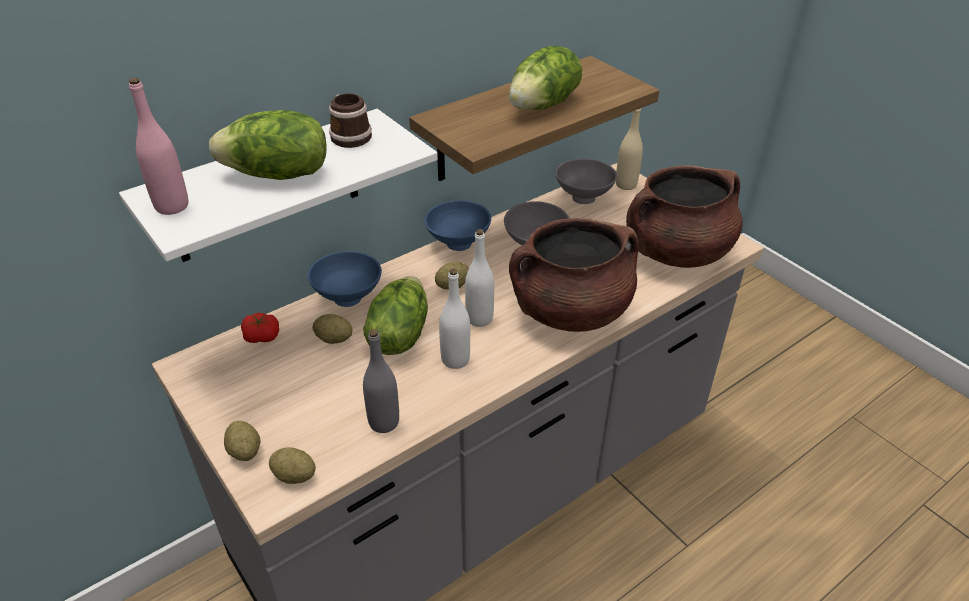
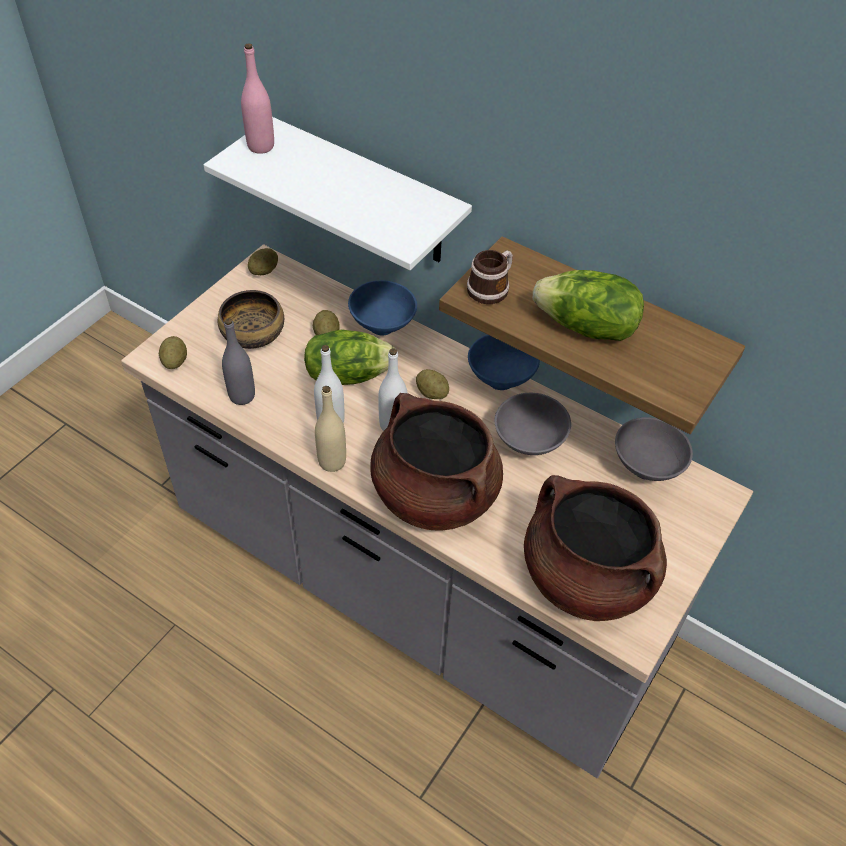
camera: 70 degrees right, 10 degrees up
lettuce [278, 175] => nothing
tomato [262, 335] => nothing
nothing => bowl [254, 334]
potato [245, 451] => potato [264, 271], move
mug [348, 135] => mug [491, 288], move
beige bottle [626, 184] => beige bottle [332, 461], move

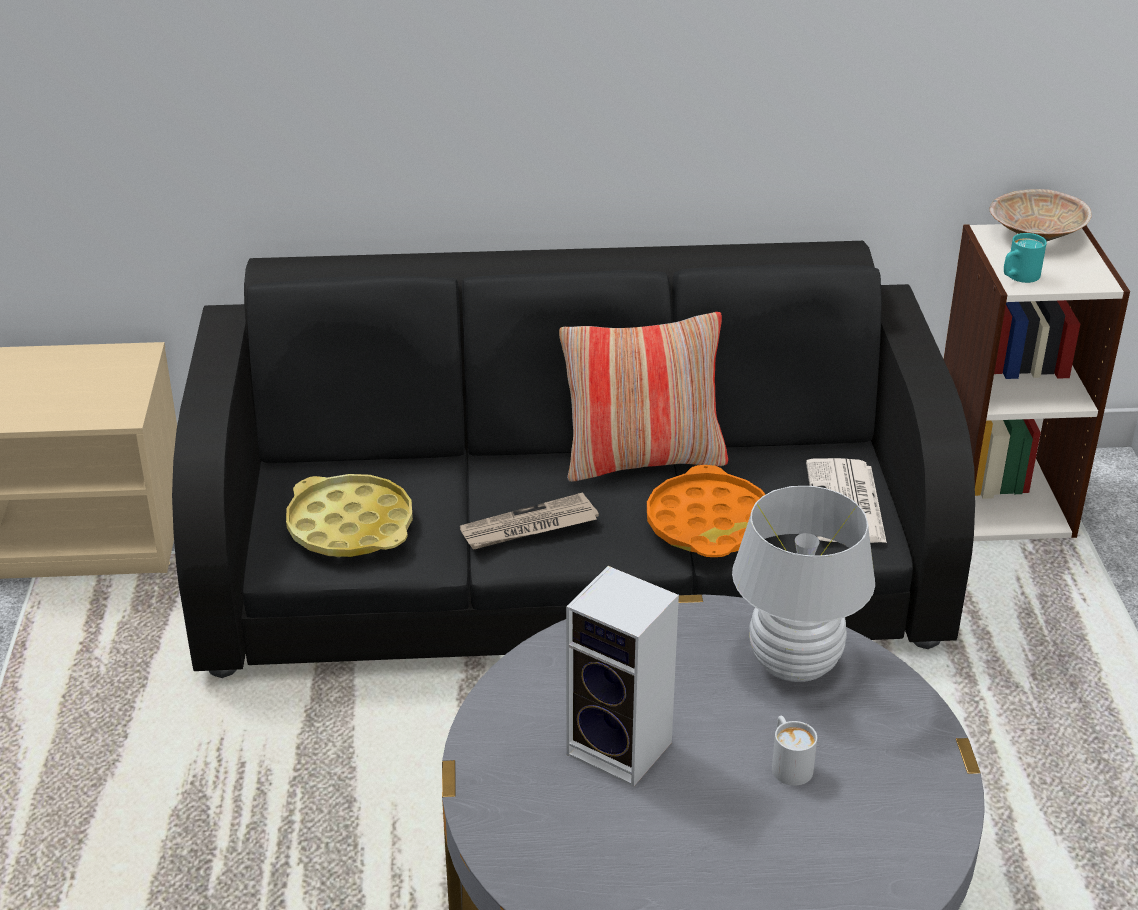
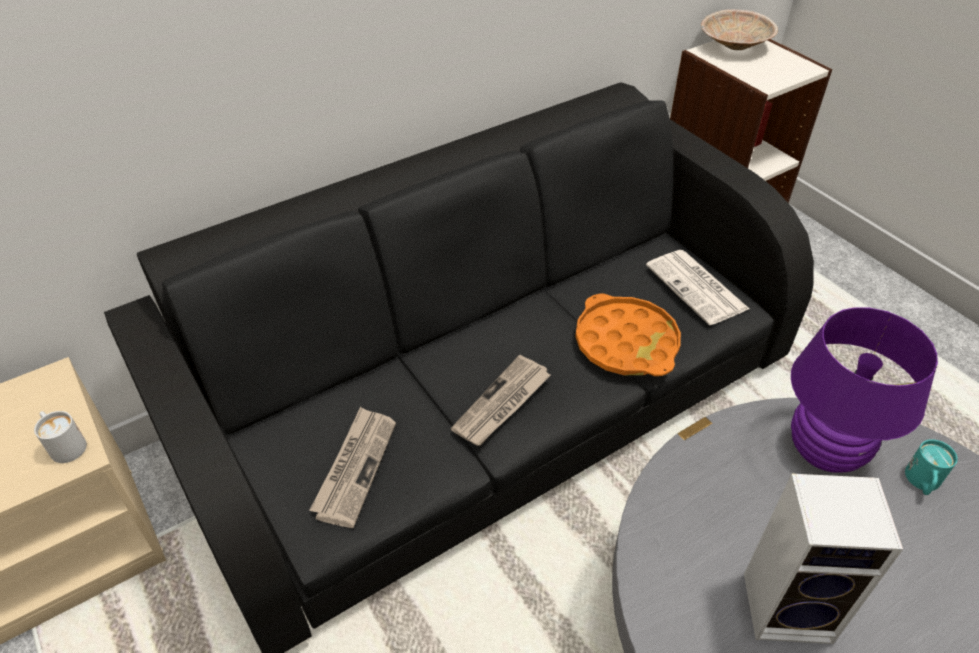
camera: 30 degrees left, 10 degrees up
pillow [643, 460] => nothing
white mug [788, 764] => white mug [65, 444], move
turquoise mug [1018, 277] => turquoise mug [922, 483], move
yellow tray [350, 526] => newspaper [355, 467]
white table lamp [794, 664] => purple table lamp [824, 451]

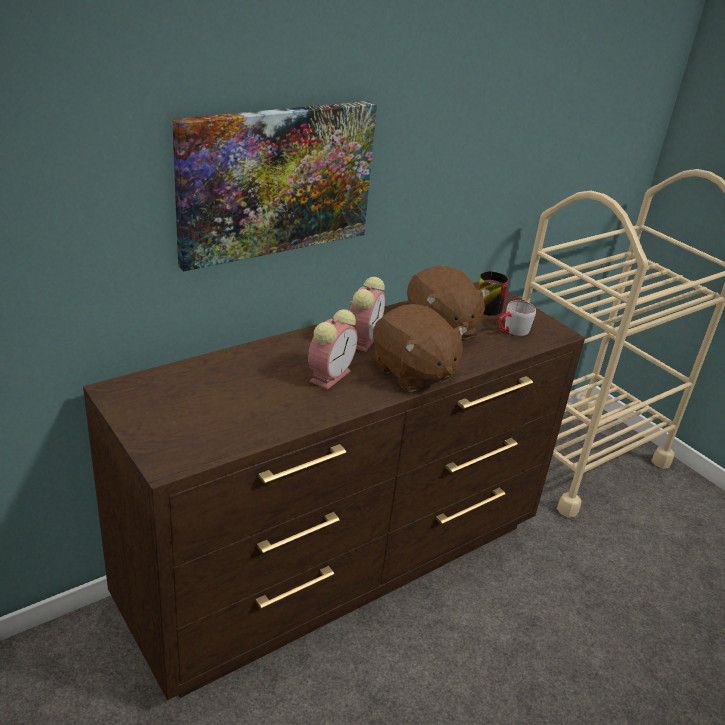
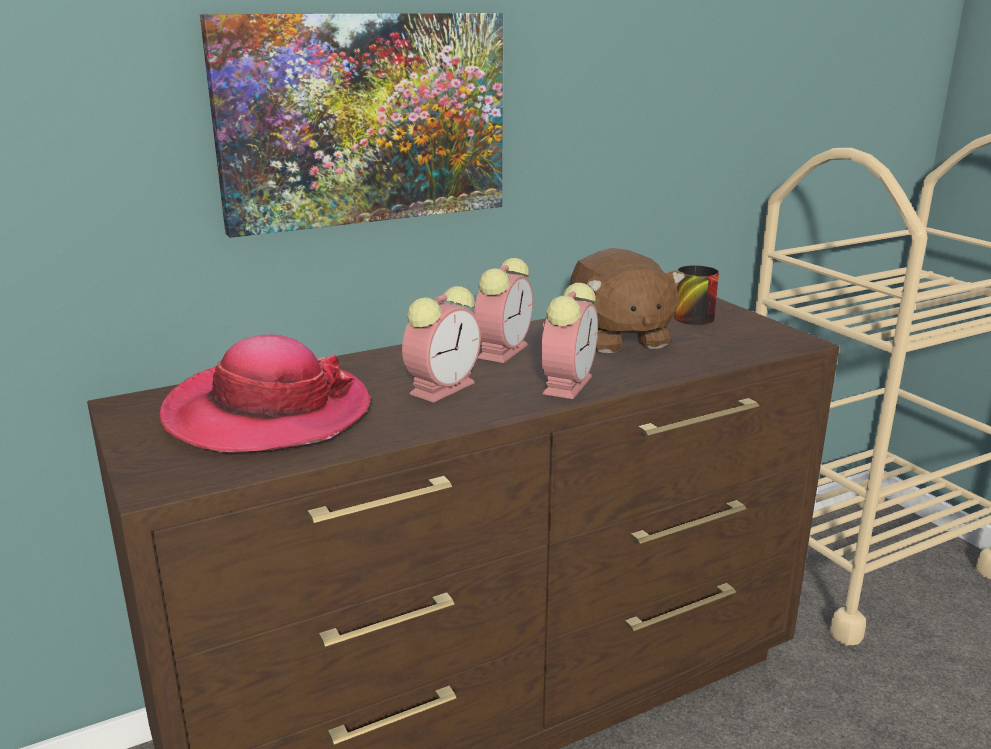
camera: 10 degrees right, 10 degrees down
grey mug [512, 331] => nothing
nothing => hat [268, 413]
brown plush toy [413, 372] => alarm clock [567, 384]

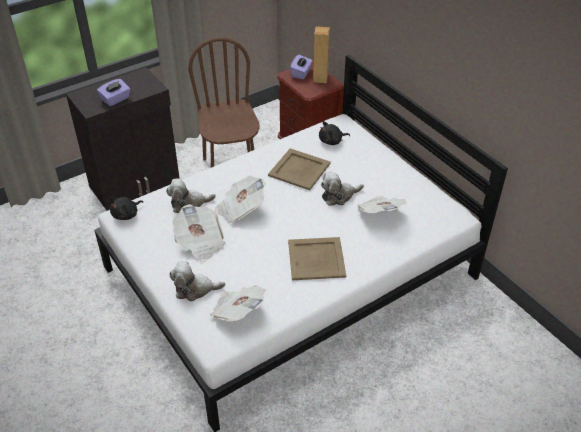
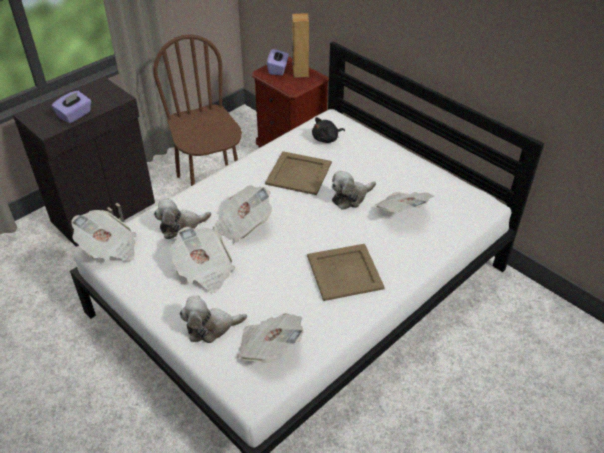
camera: 10 degrees left, 0 degrees up
black plush toy [126, 214] => newspaper [109, 248]

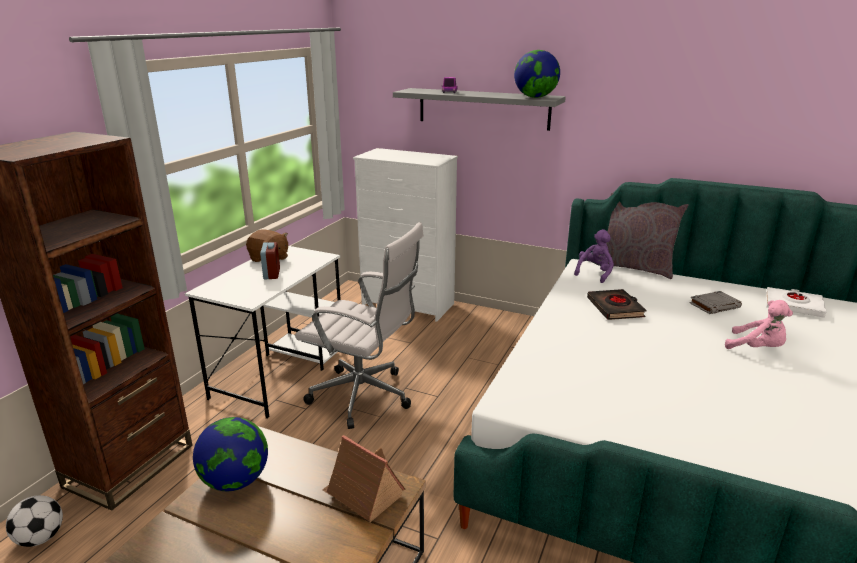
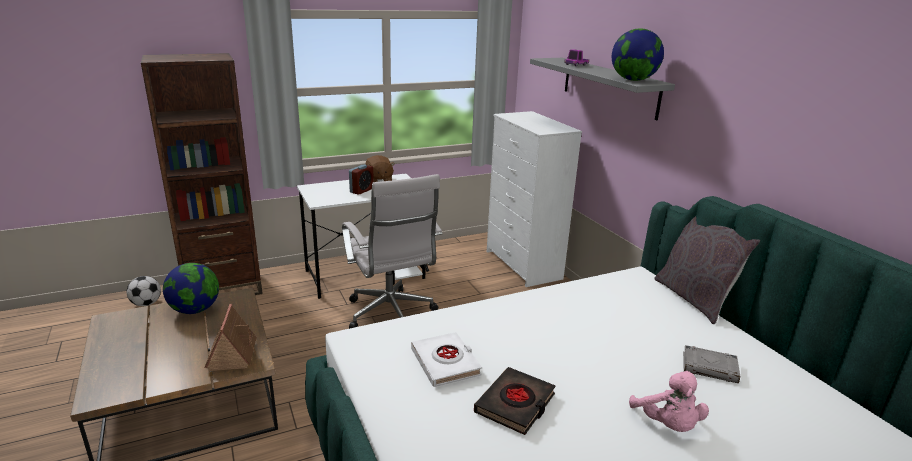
camera: 40 degrees right, 0 degrees up
purple plush toy [594, 273] => nothing
black book [615, 308] => black book [515, 404], move
white book [793, 306] => white book [446, 363], move

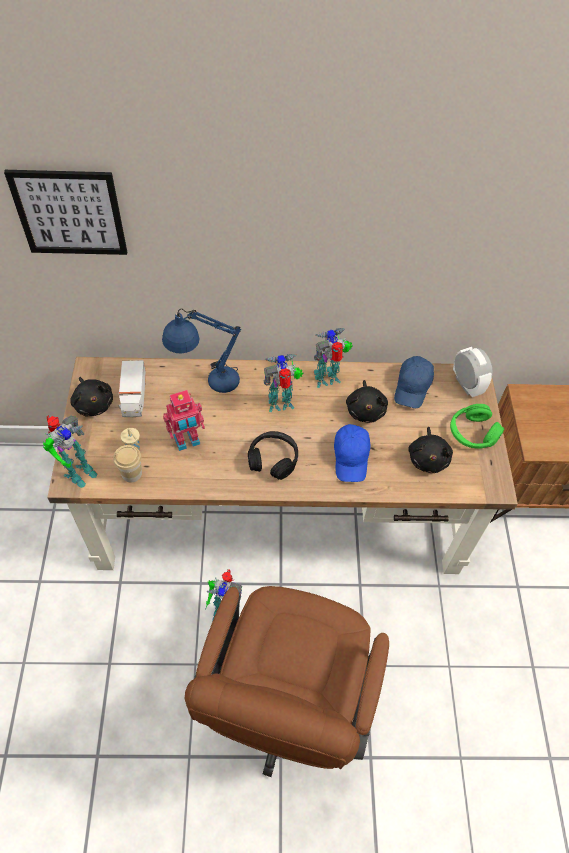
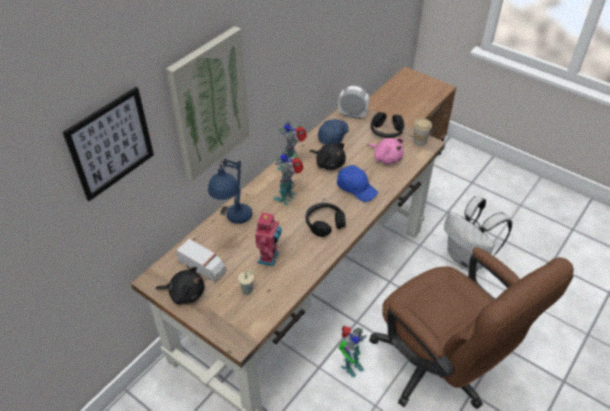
camera: 50 degrees left, 10 degrees down
toy robot [77, 472] => nothing
nothing => picture [209, 104]
nothing => white backpack [468, 259]
cup [131, 473] => cup [419, 141], move
black plush toy [428, 458] => pink plush toy [386, 158]
green headphones [472, 433] => black headphones [386, 131]
blue cap [412, 387] => blue cap [333, 136], 120 degrees counterclockwise

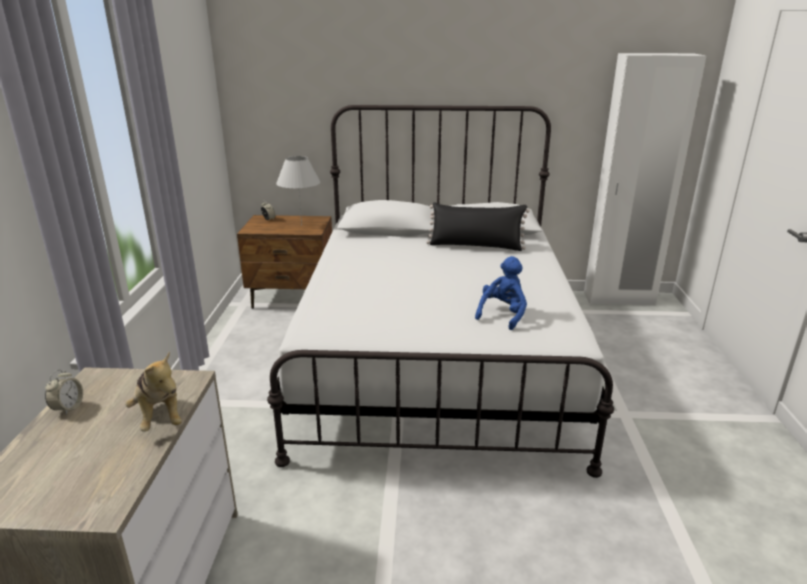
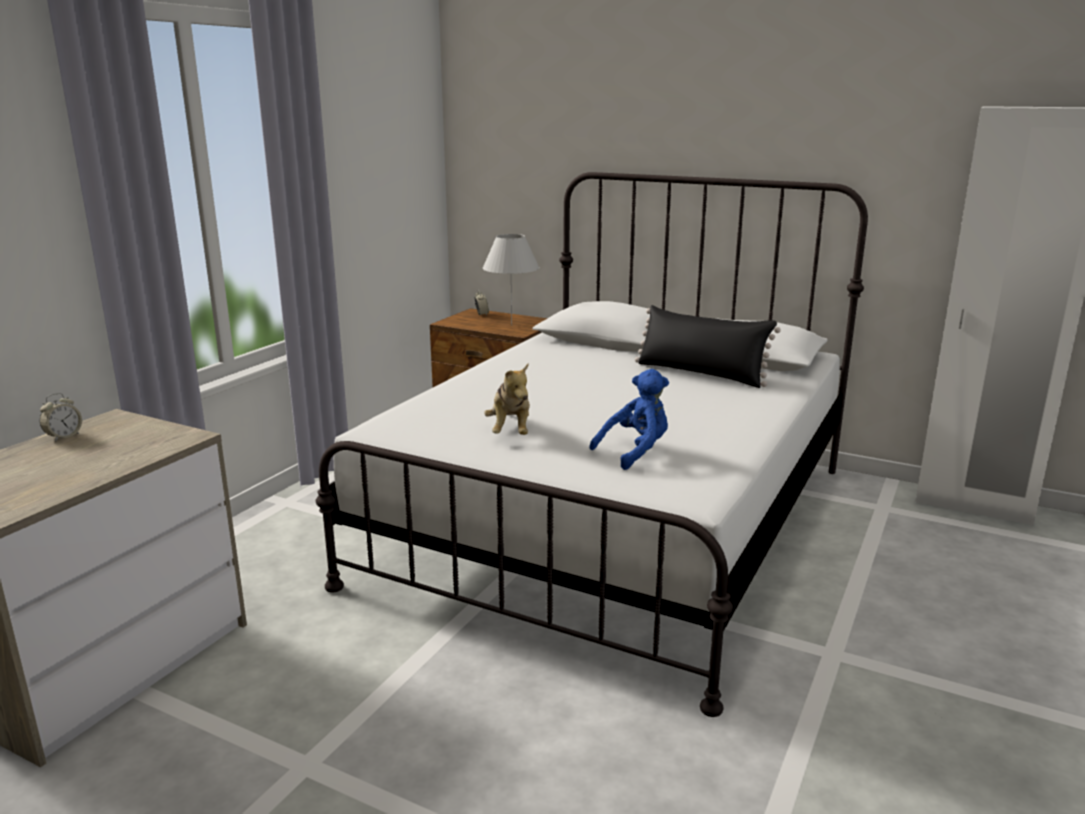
camera: 25 degrees right, 5 degrees down
plush toy [160, 416] => plush toy [510, 431], move

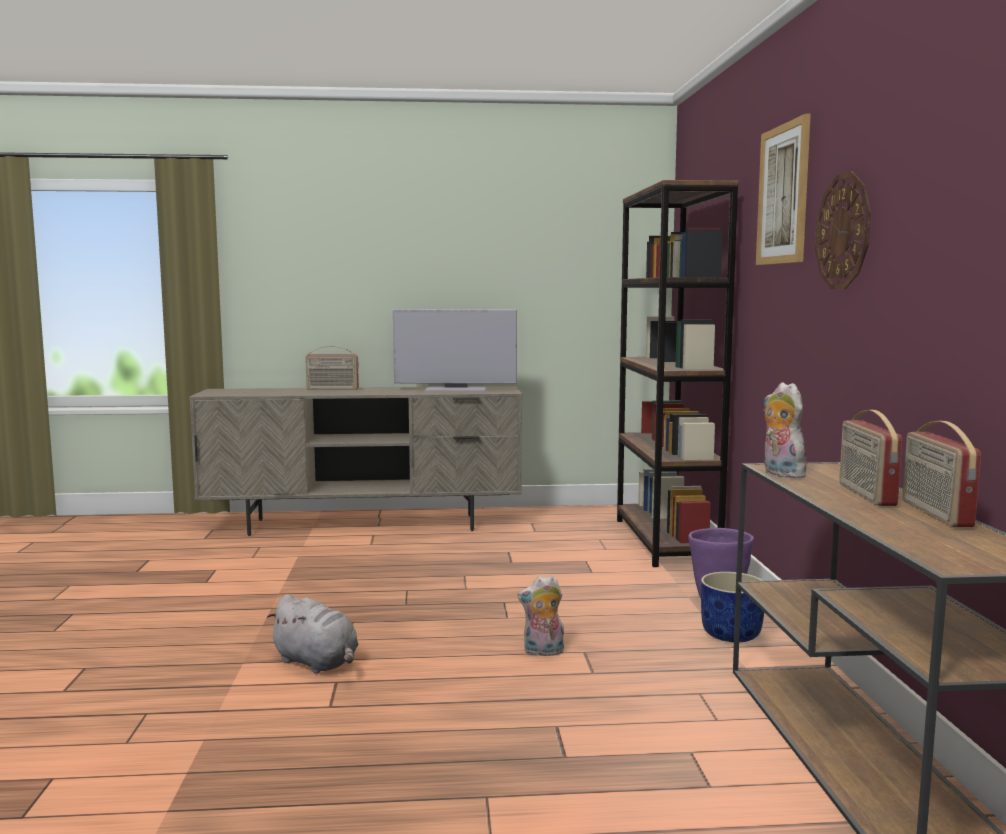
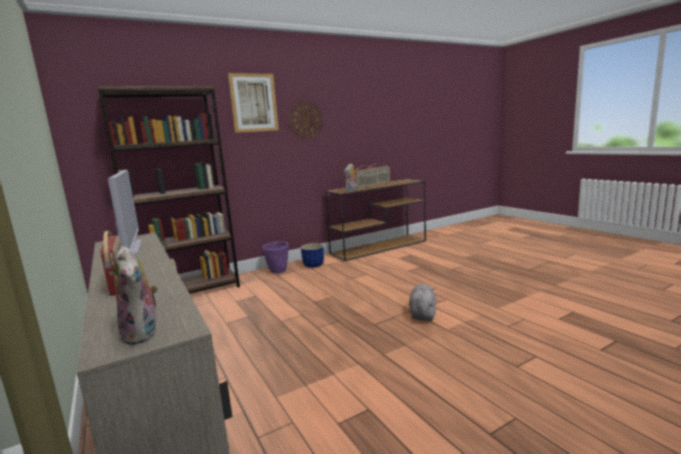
camera: 115 degrees left, 5 degrees up
plush toy [543, 652] => plush toy [143, 334], move

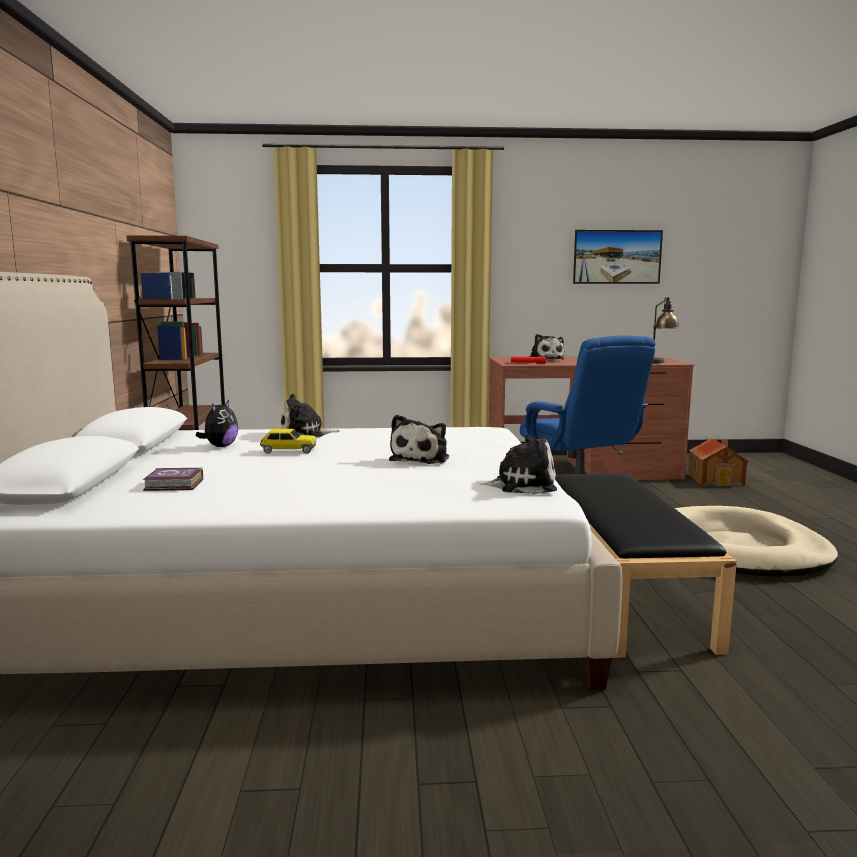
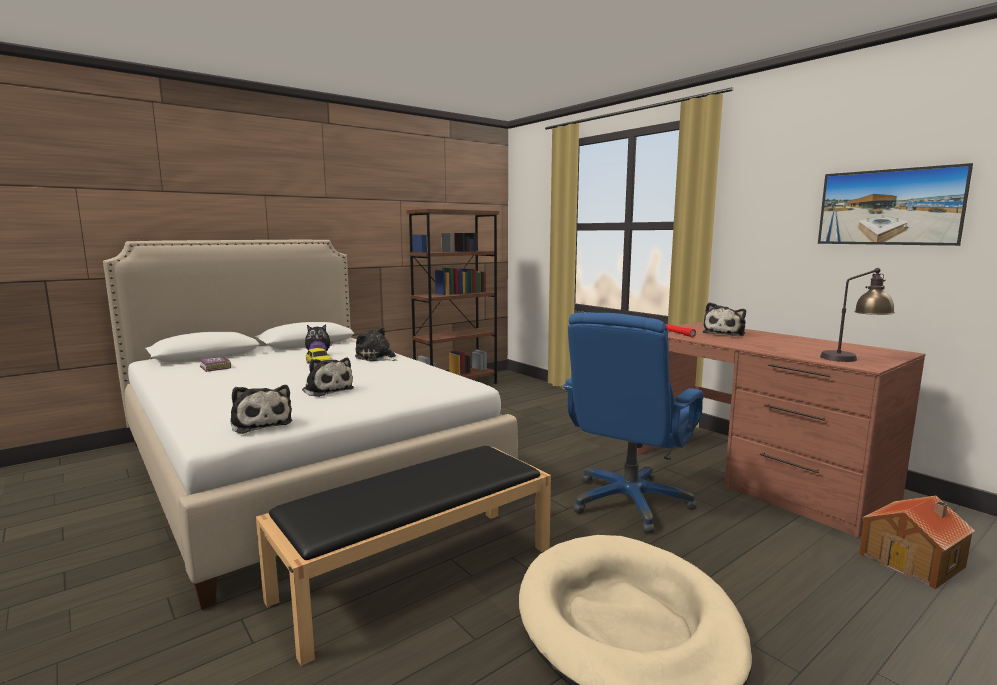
camera: 55 degrees right, 0 degrees up
plush toy [422, 459] => plush toy [327, 390], 120 degrees counterclockwise

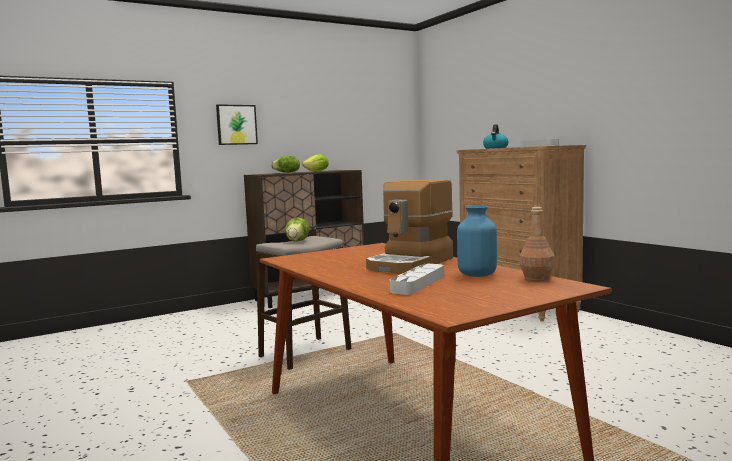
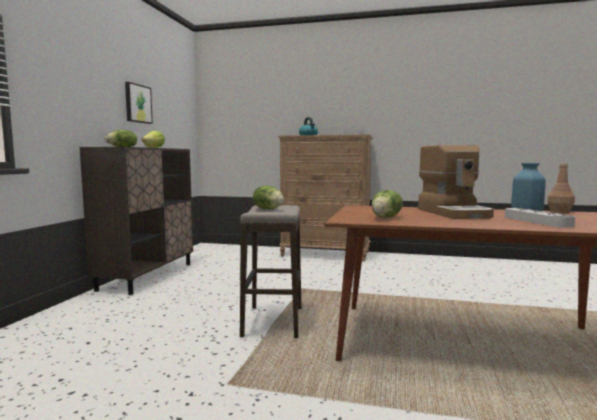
camera: 45 degrees left, 0 degrees up
nothing => lettuce [386, 217]
picture [236, 124] => picture [137, 103], move

